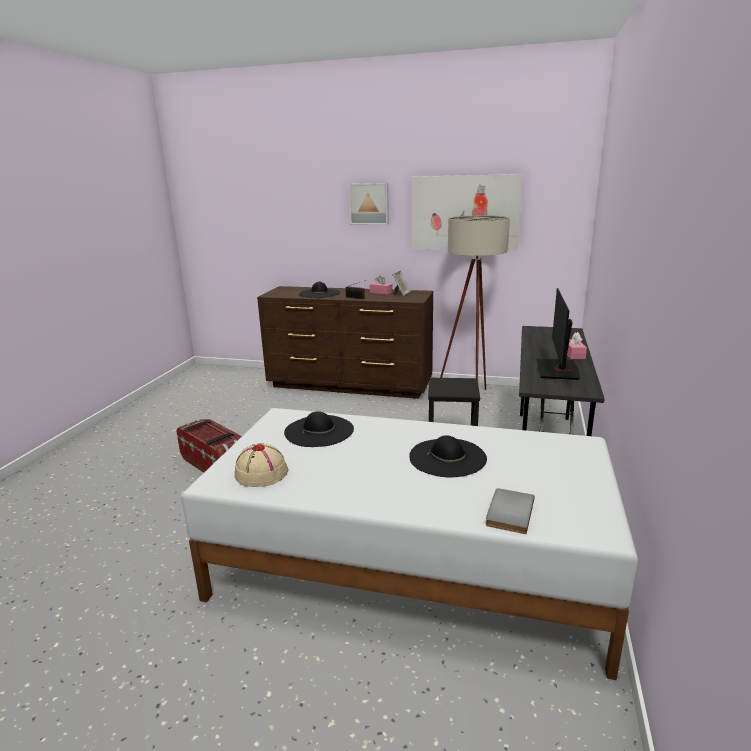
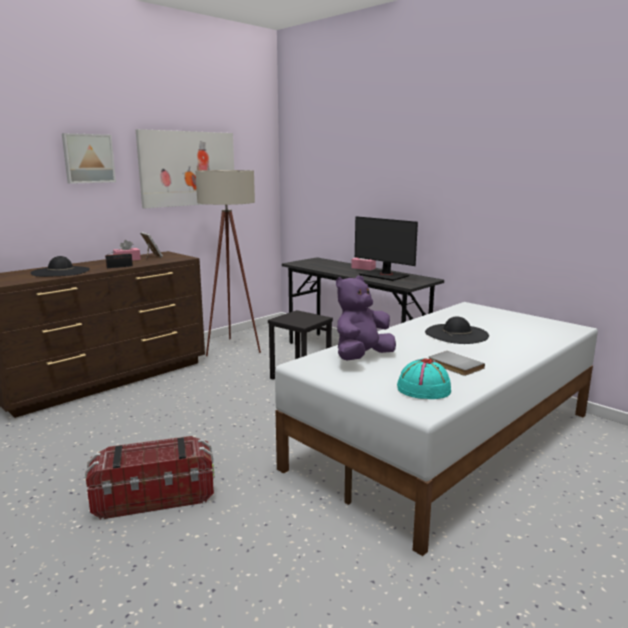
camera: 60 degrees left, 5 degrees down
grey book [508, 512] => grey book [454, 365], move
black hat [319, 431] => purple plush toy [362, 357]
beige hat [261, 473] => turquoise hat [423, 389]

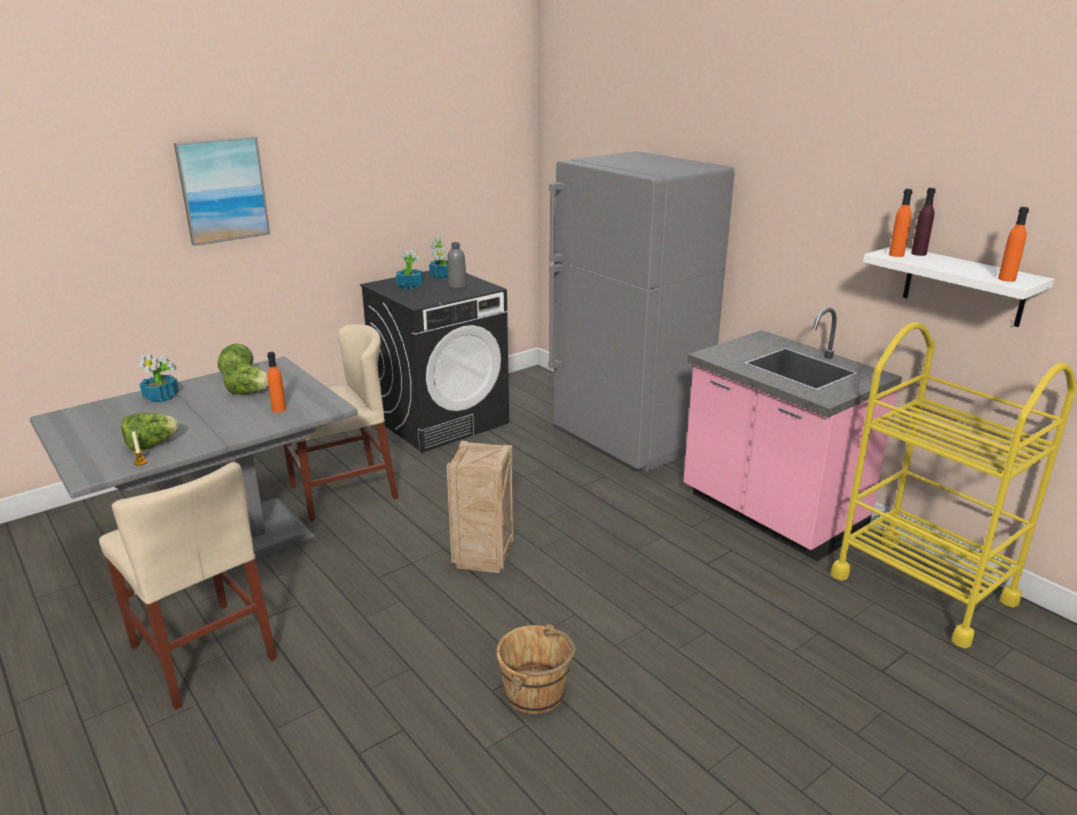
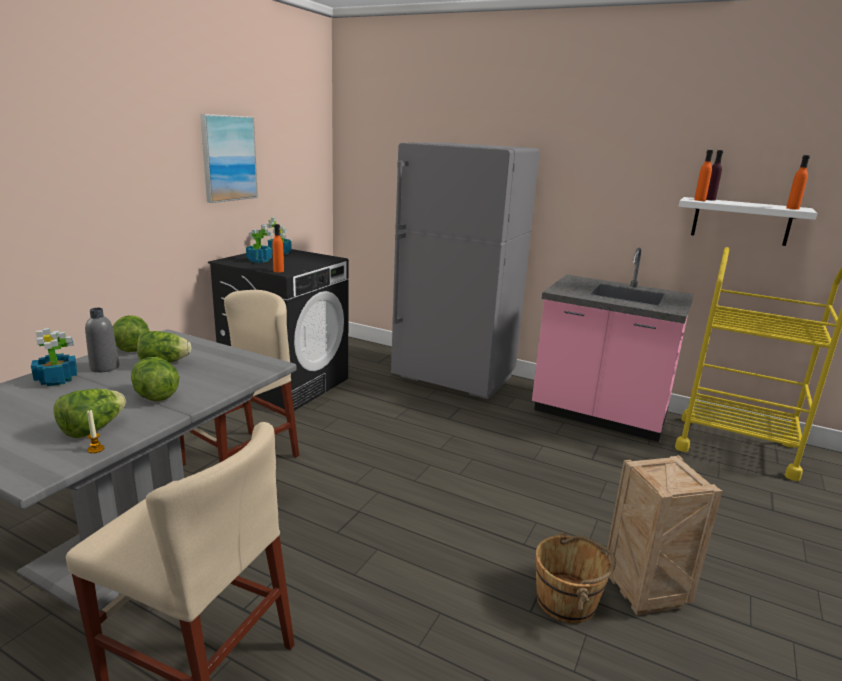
camera: 25 degrees left, 5 degrees down
nothing => lettuce [156, 396]
picture [223, 190] => picture [228, 158], move
orange bottle [279, 409] => orange bottle [278, 271], move
grey bottle [457, 286] => grey bottle [104, 367], move
crate [483, 557] => crate [643, 591], move

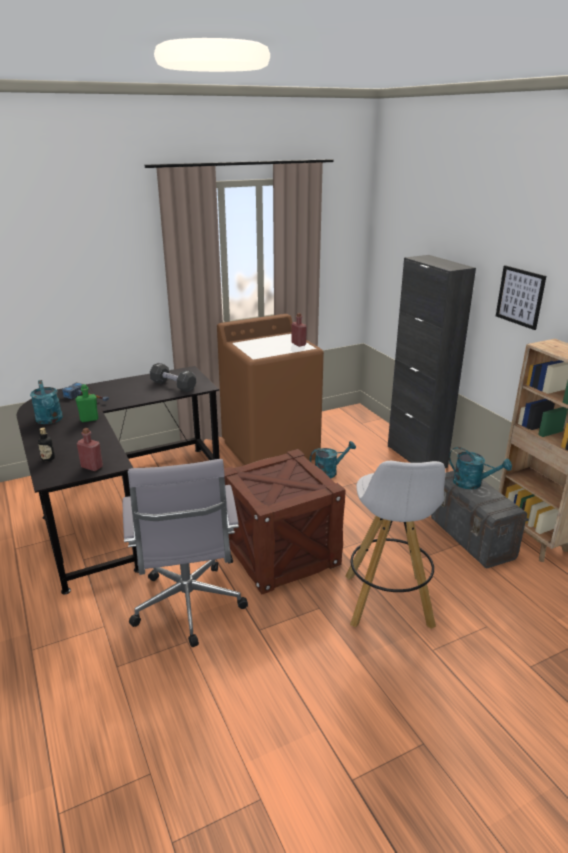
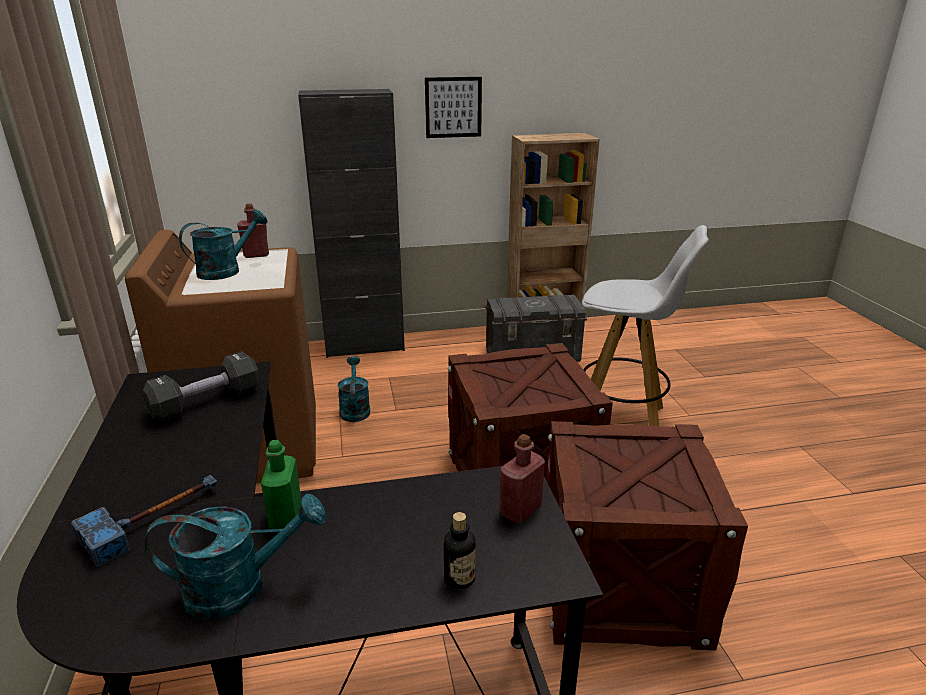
camera: 75 degrees left, 0 degrees up
turquoise watering can [472, 483] => turquoise watering can [226, 270], move
grey office chair [188, 608] => crate [621, 584]

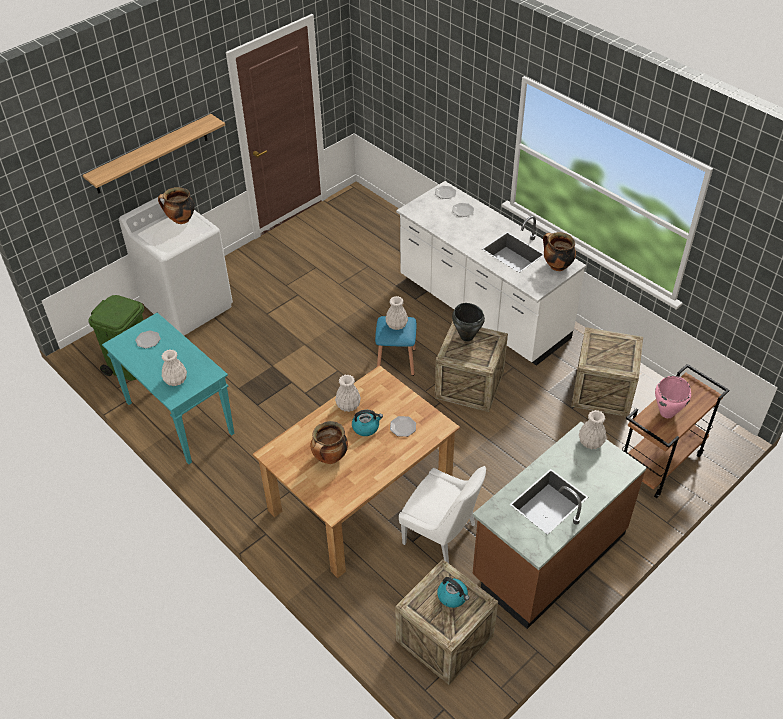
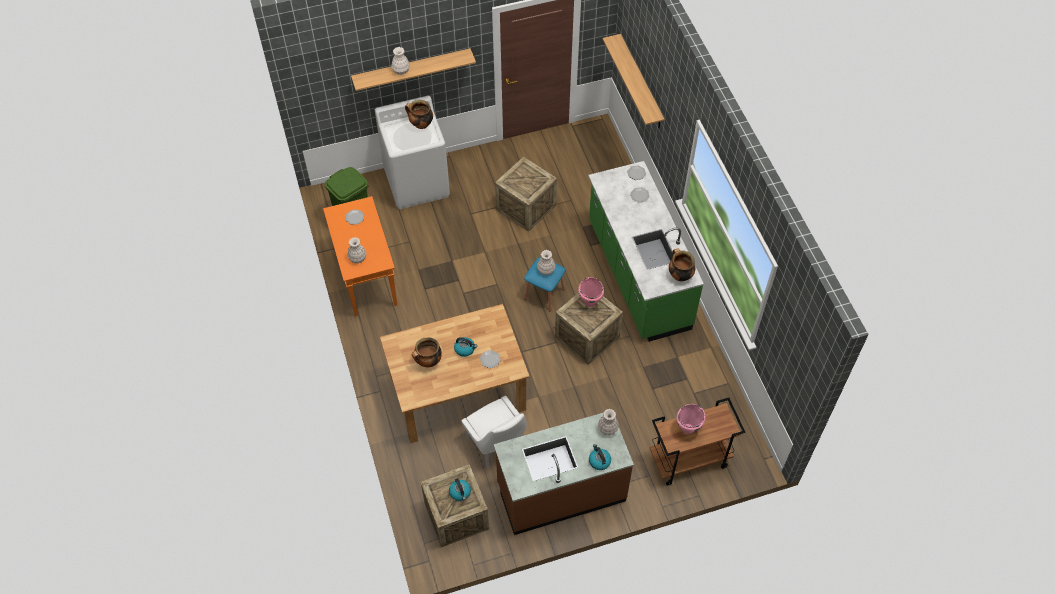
camera: 25 degrees right, 10 degrees up
nothing => kettle [599, 461]
nothing => shelf [641, 82]
white vase [348, 406] => white vase [401, 70], move
crate [602, 390] => crate [526, 207], move
turquoise console table [178, 418] => orange console table [365, 277]
white counter [482, 309] => green counter [637, 275]
black cooking pot [467, 336] => pink cooking pot [590, 302]

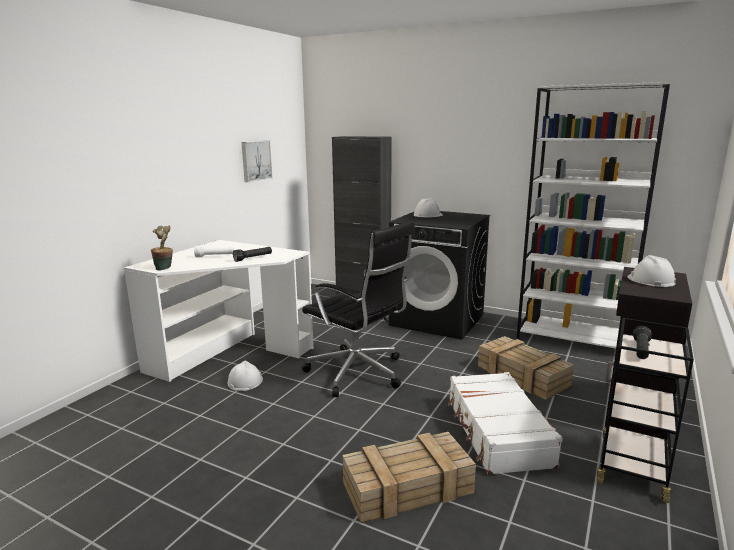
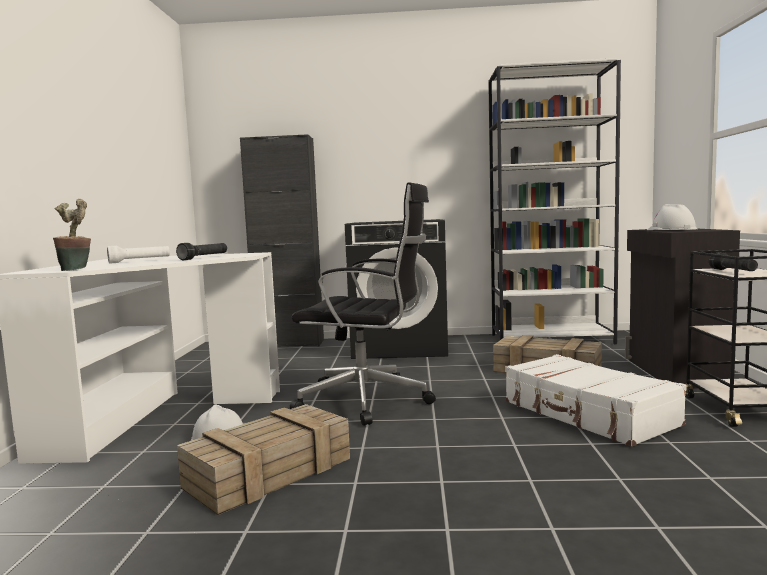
camera: 25 degrees left, 10 degrees down
picture [255, 160] => nothing
white hard hat [428, 215] => nothing
crate [409, 487] => crate [270, 471], move

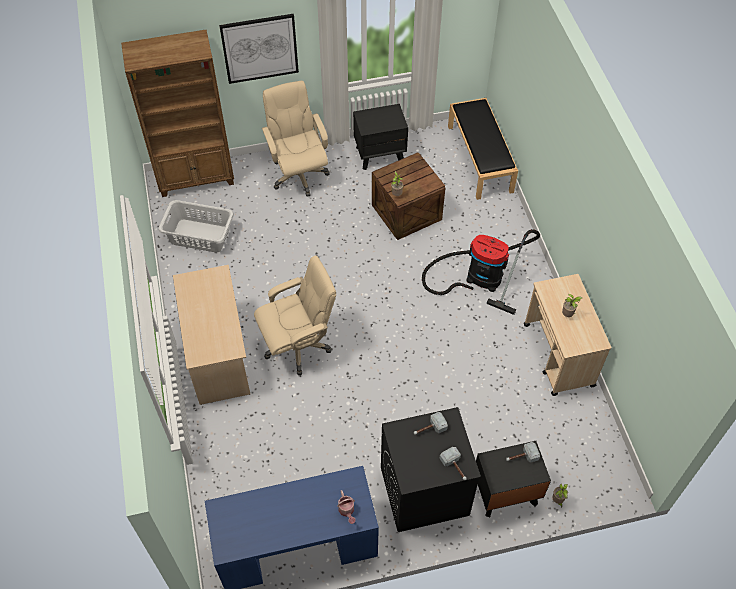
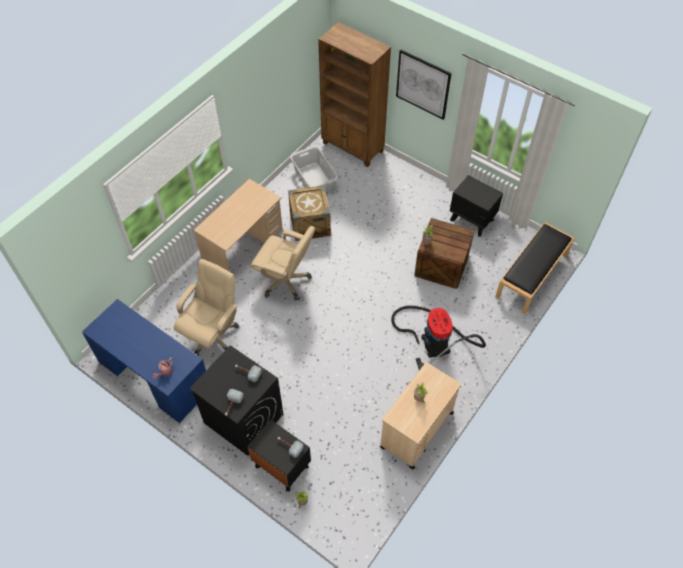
camera: 50 degrees right, 0 degrees up
nothing => crate [310, 224]
beige office chair [298, 174] => beige office chair [212, 335], move

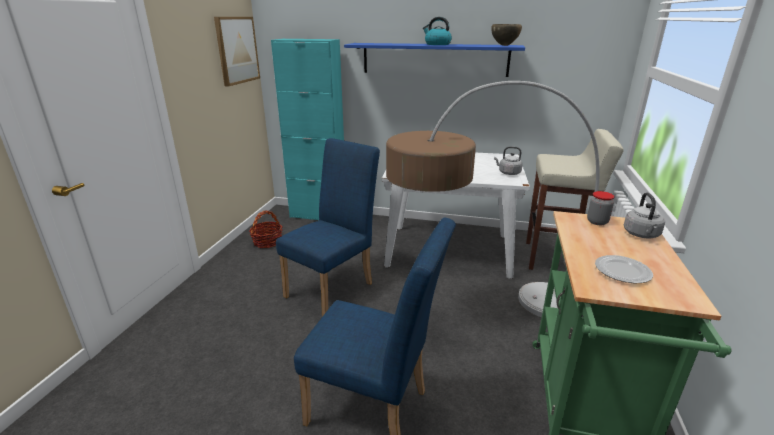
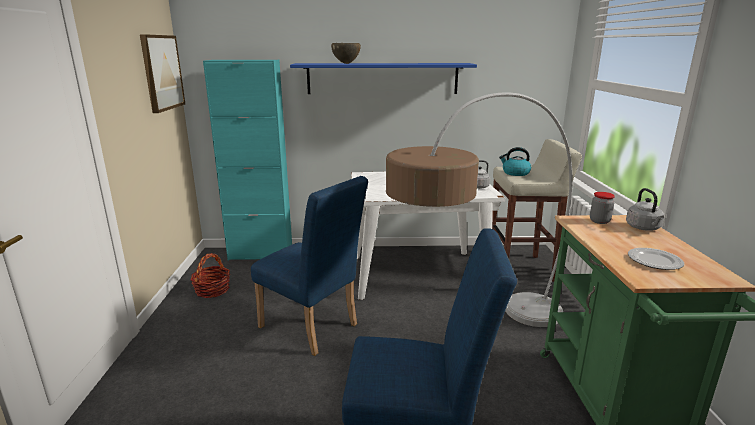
camera: 15 degrees left, 5 degrees down
kettle [437, 44] => kettle [515, 173], move
brown bowl [504, 45] => brown bowl [346, 63], move
blue chair [334, 287] => blue chair [313, 328], 105 degrees clockwise

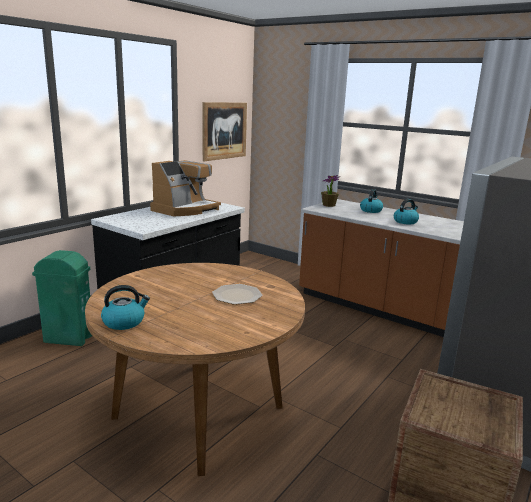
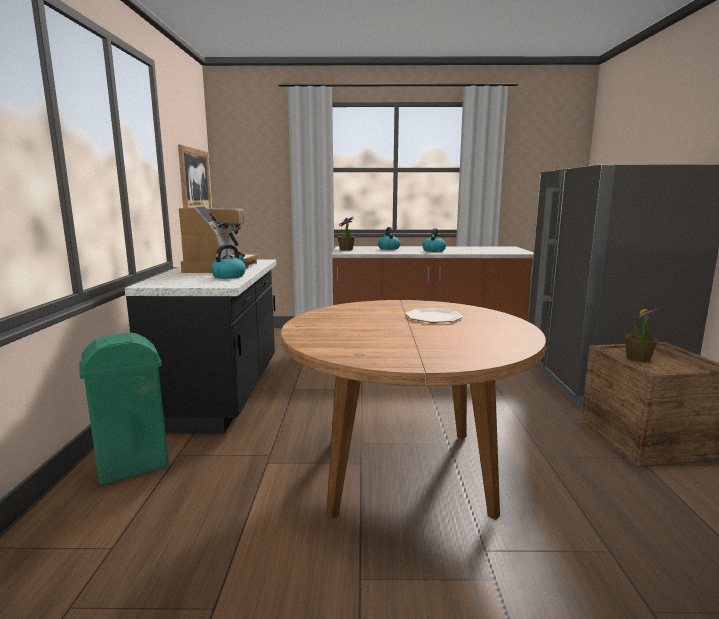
camera: 35 degrees left, 5 degrees down
nothing => potted plant [638, 358]
kettle [124, 322] => kettle [229, 276], move

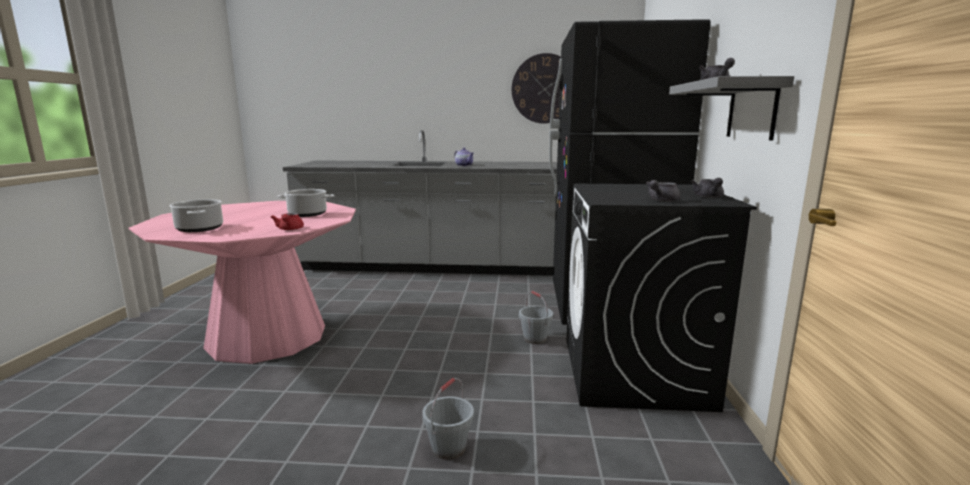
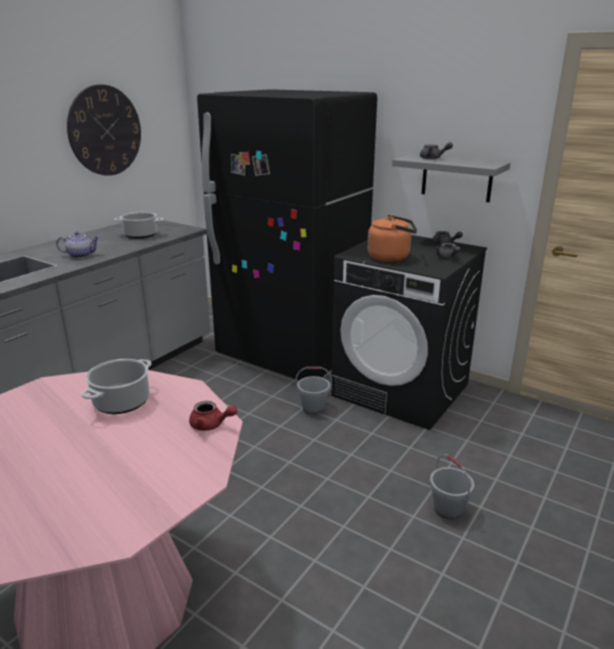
camera: 60 degrees left, 10 degrees up
nothing => orange kettle [391, 257]
cooking pot [199, 228] => cooking pot [140, 235], move

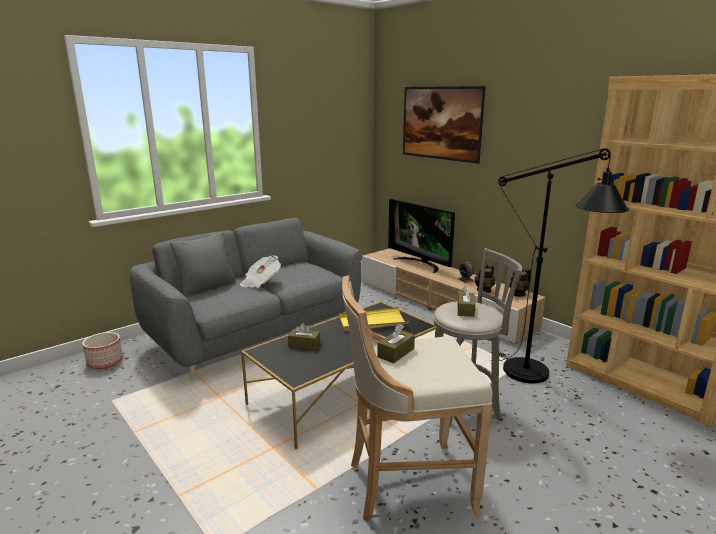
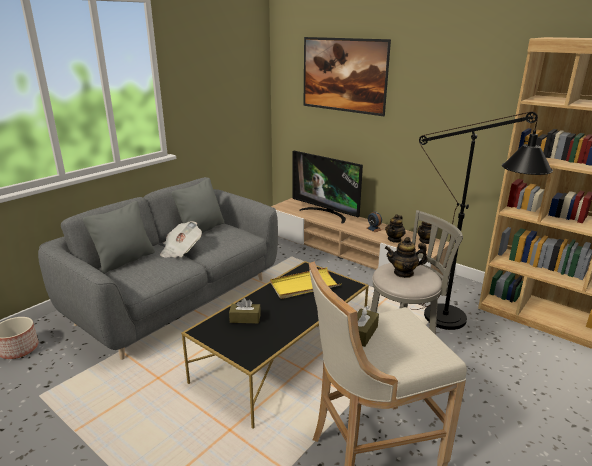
camera: 10 degrees left, 5 degrees up
nothing => grey pillow [201, 230]
brown tissue box [465, 310] => teapot [404, 273]

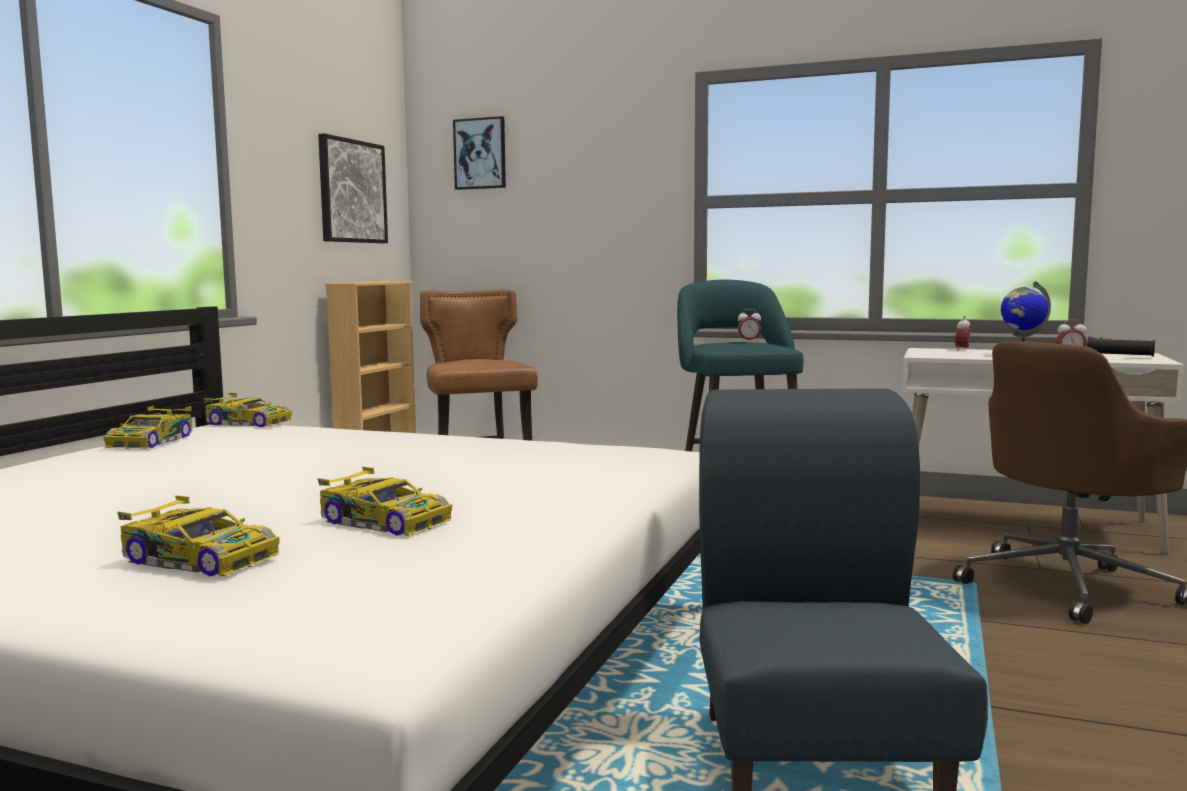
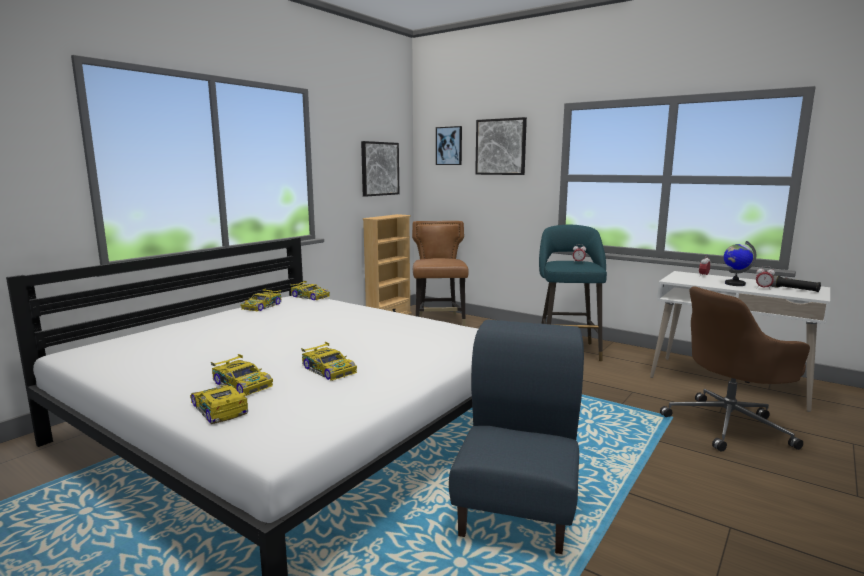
camera: 15 degrees right, 5 degrees up
nothing => toy car [219, 409]
nothing => picture [501, 147]

